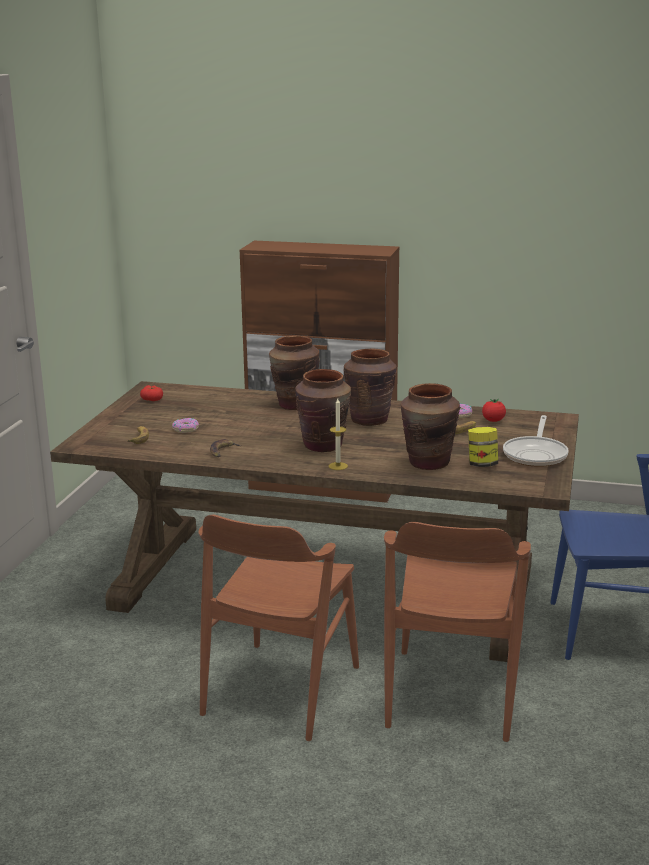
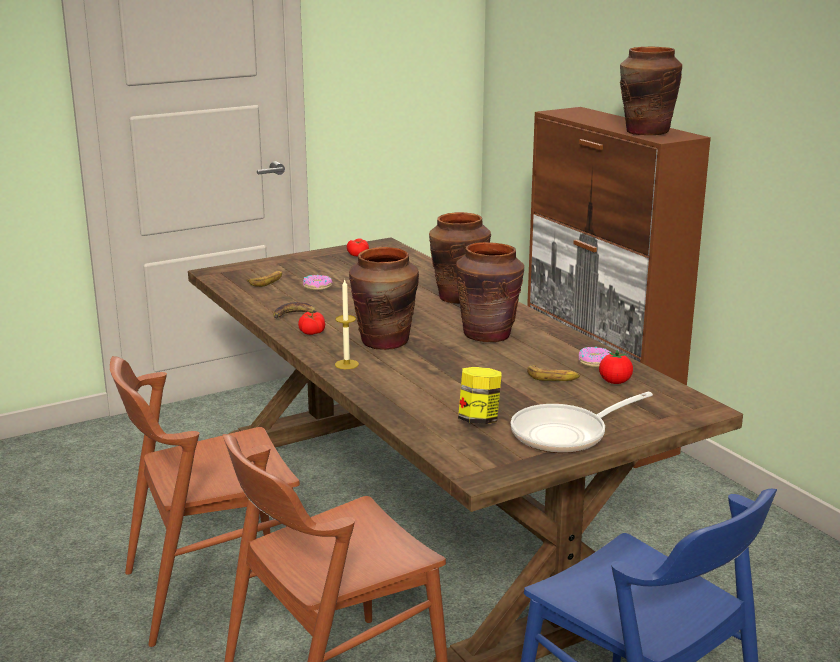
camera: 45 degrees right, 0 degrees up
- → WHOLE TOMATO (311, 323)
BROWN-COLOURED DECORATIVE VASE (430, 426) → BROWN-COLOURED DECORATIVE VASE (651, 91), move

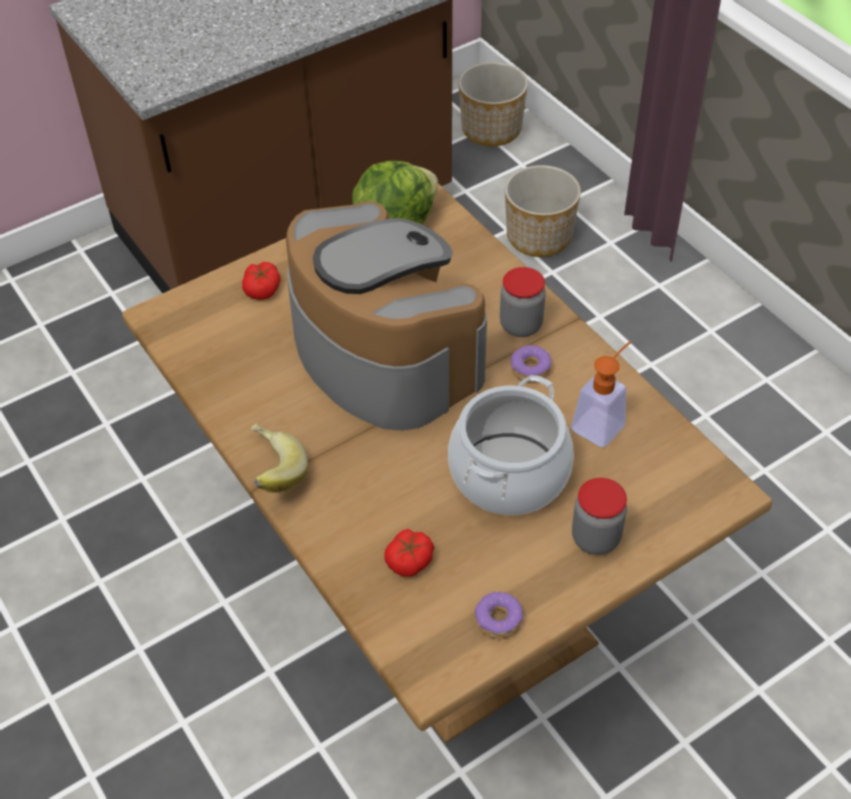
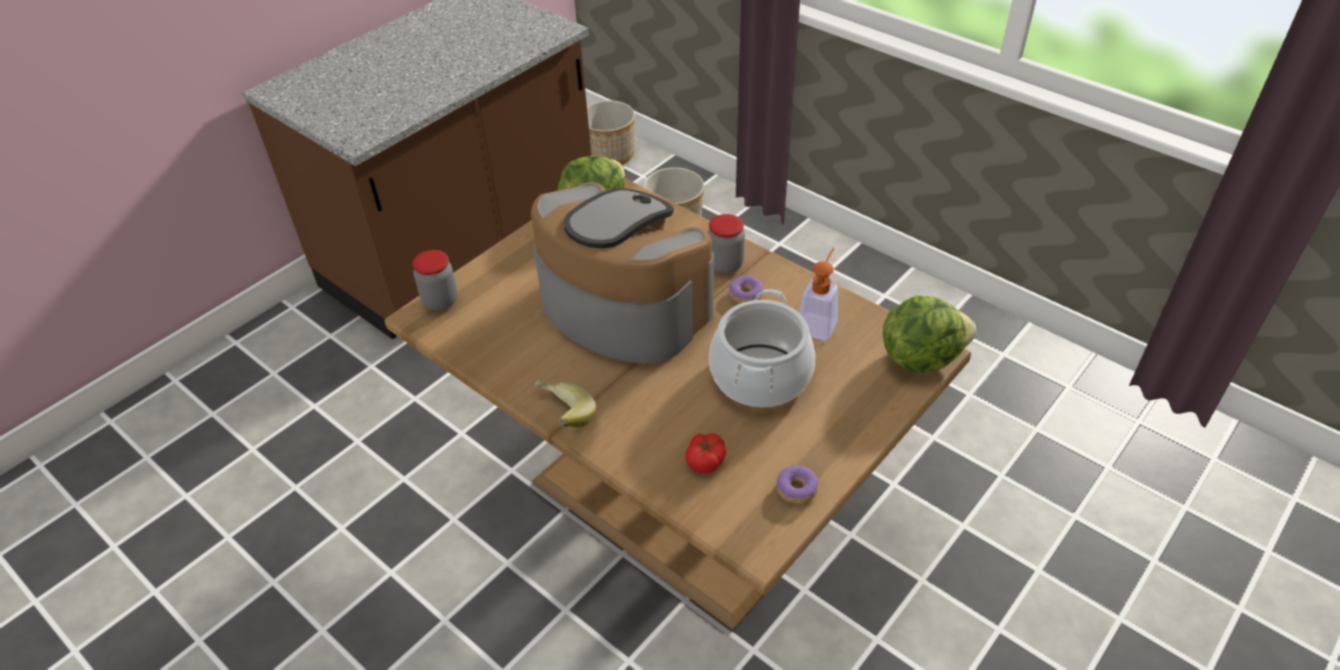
camera: 15 degrees left, 5 degrees down
PRESERVE JAR (599, 516) → PRESERVE JAR (435, 280), move
- → LETTUCE HEAD (929, 334)
WHOLE TOMATO (261, 281) → -

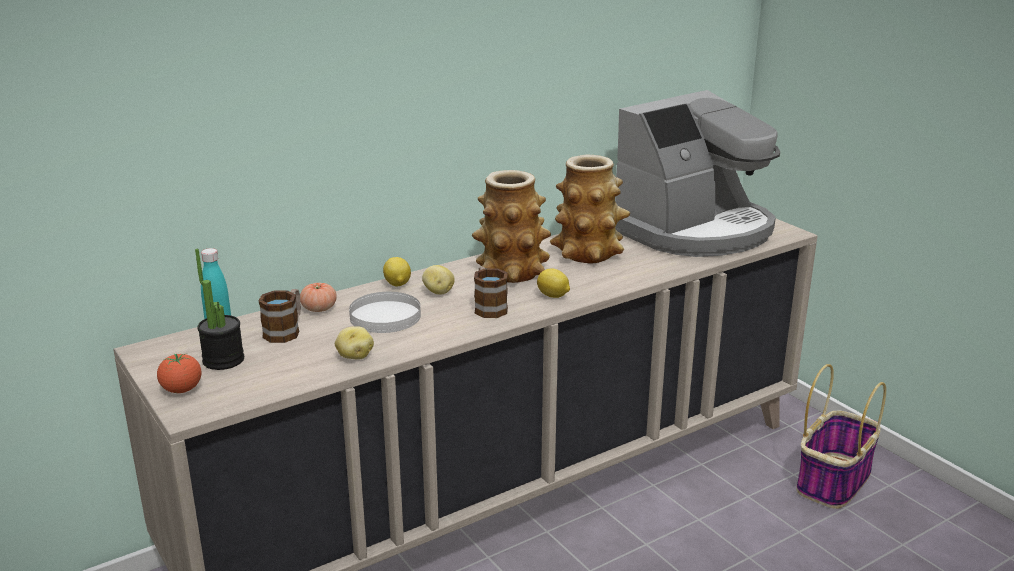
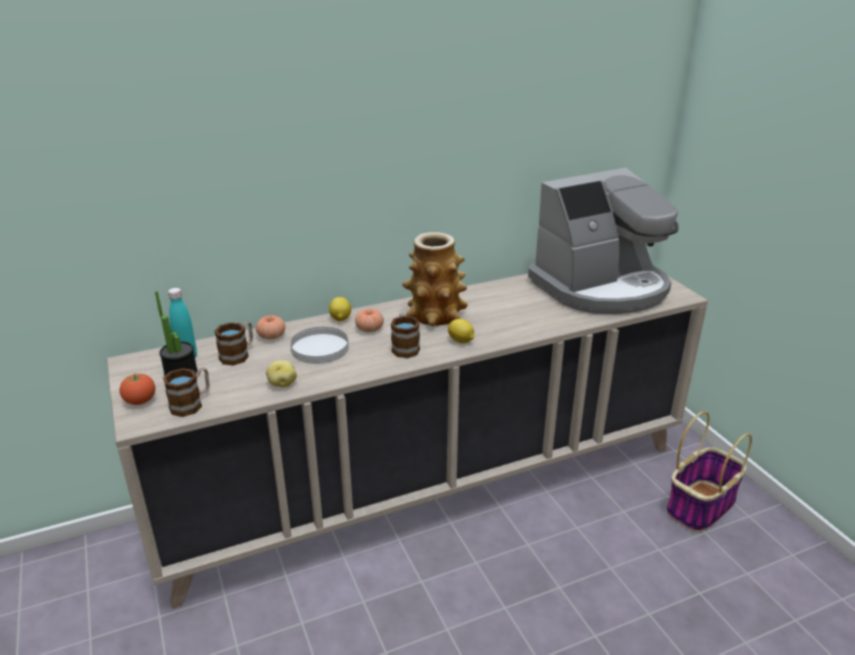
camera: 10 degrees right, 5 degrees up
- → TEA MUG (186, 392)
POTATO (438, 280) → WHOLE TOMATO (369, 320)
DECORATIVE VASE (590, 208) → -

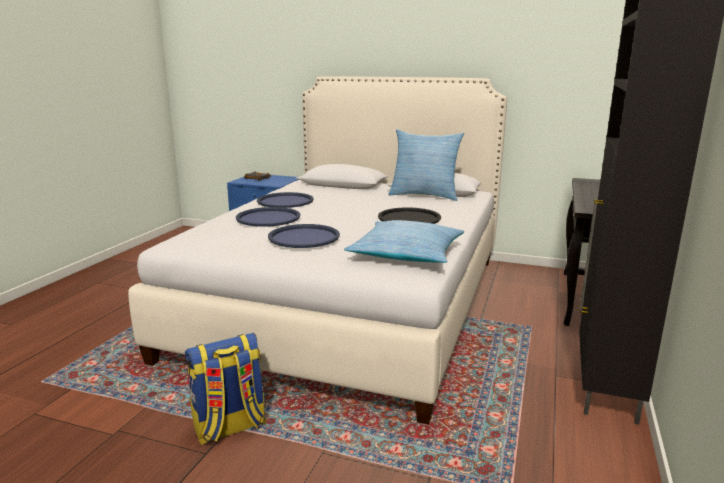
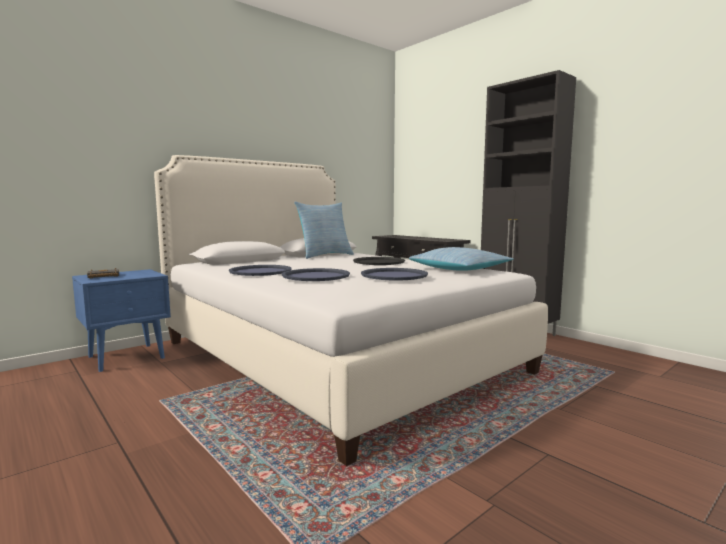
camera: 60 degrees left, 10 degrees down
BACKPACK (225, 389) → -

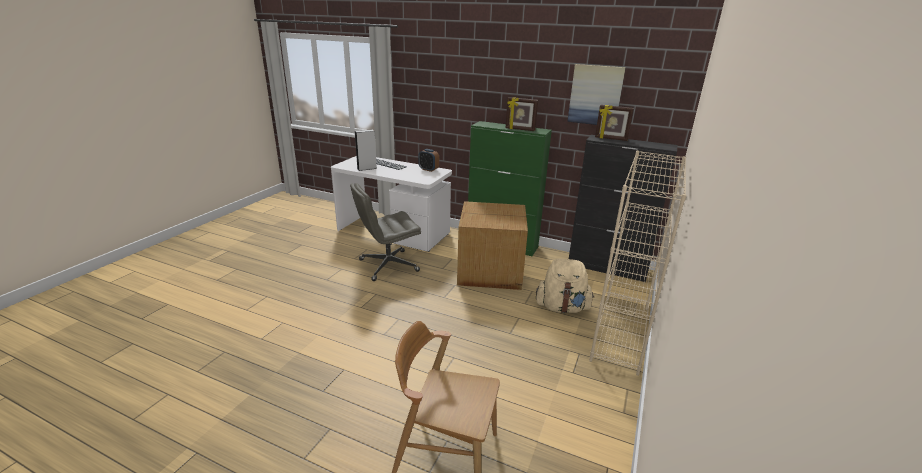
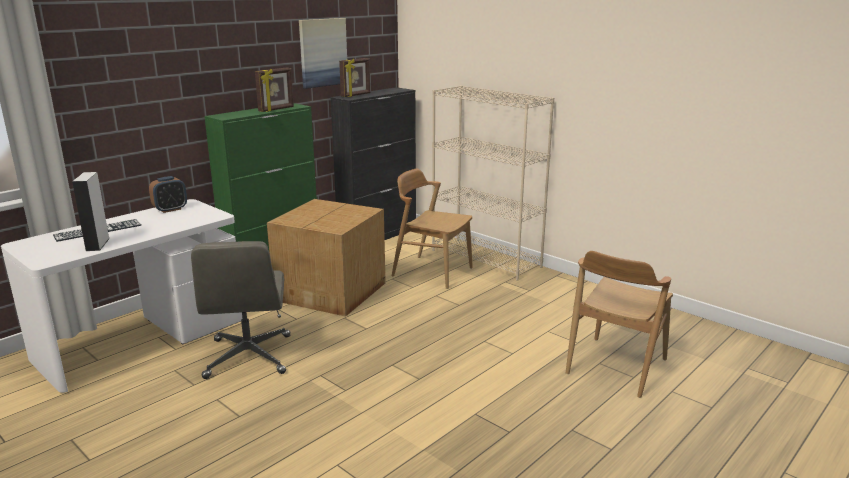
camera: 70 degrees left, 5 degrees down
BEIGE-COLOURED BACKPACK (565, 286) → BROWN-COLOURED UPRIGHT CHAIR (432, 228)

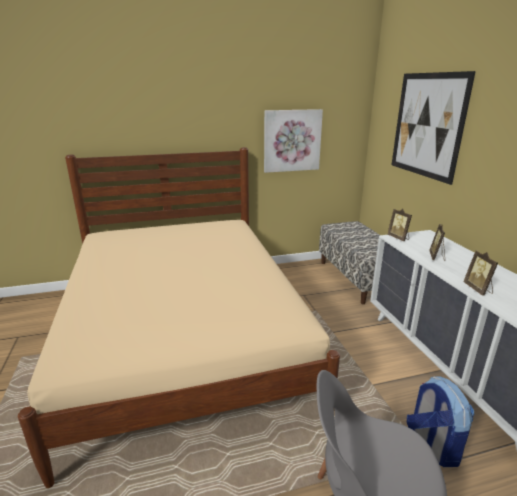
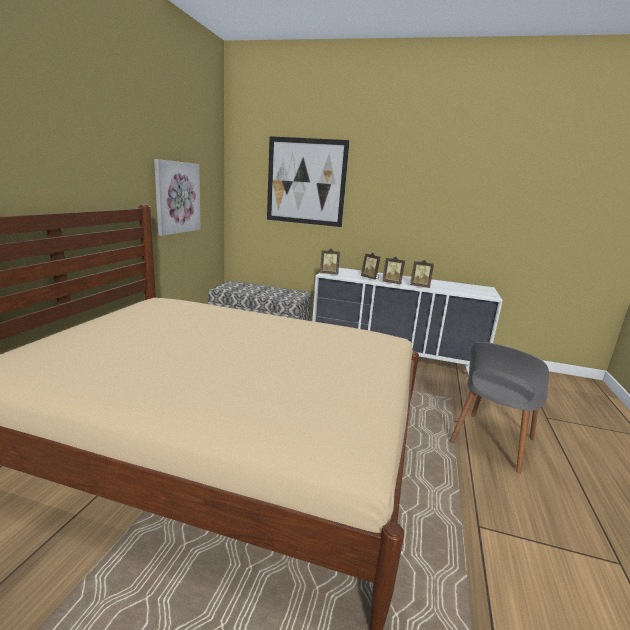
camera: 60 degrees left, 5 degrees down
- → PICTURE FRAME (393, 270)
BACKPACK (440, 421) → -

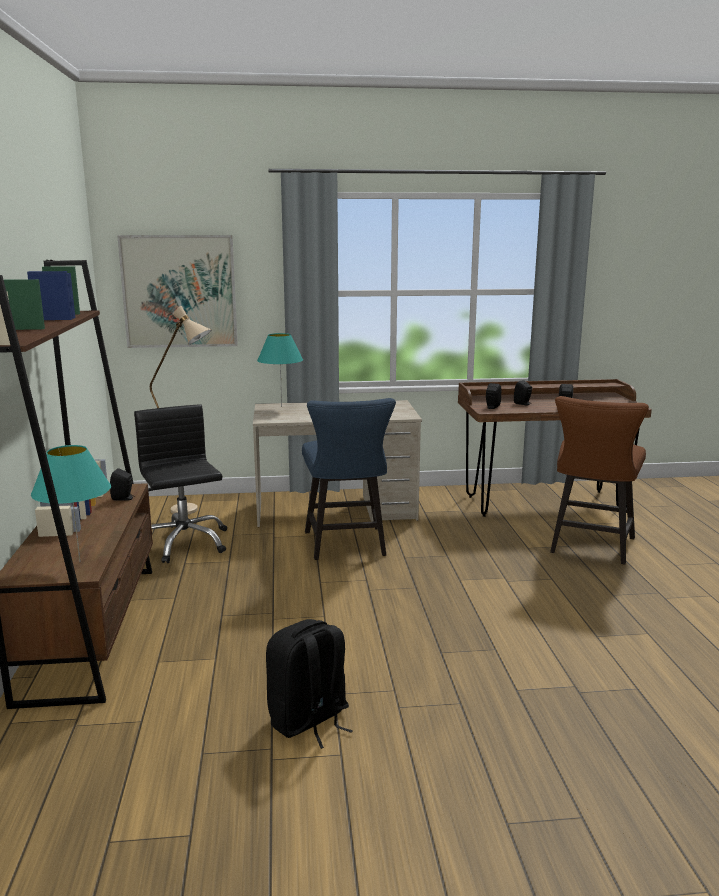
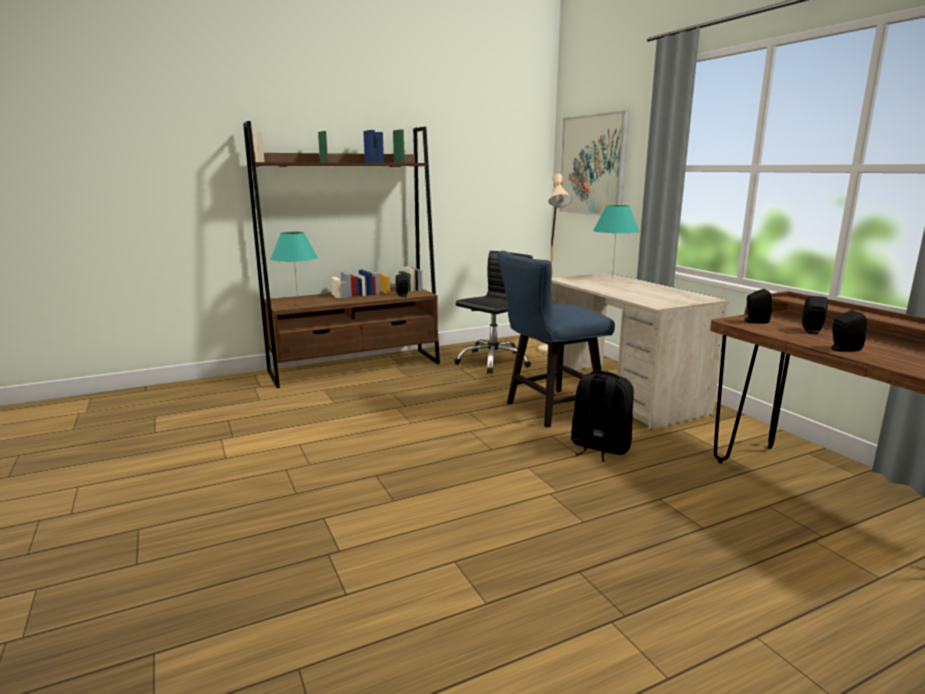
camera: 70 degrees right, 0 degrees up
BLACKISH BACKPACK (309, 684) → BLACKISH BACKPACK (602, 416), move
BROWN-COLOURED UPRIGHT CHAIR (599, 480) → -

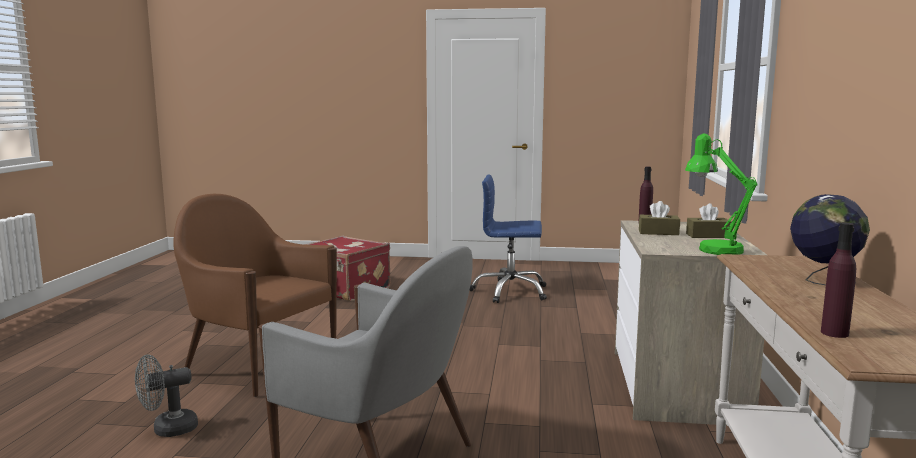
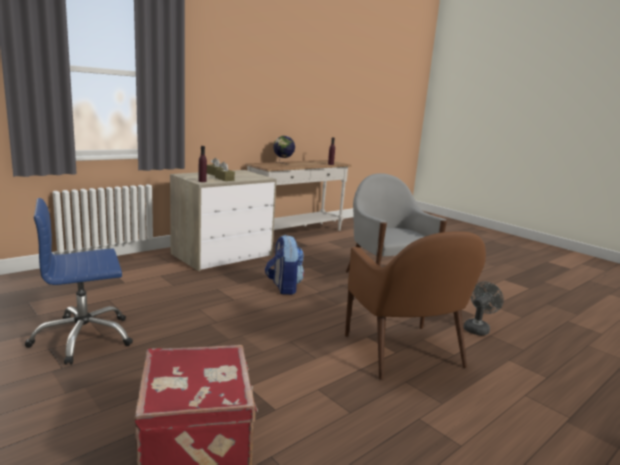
camera: 140 degrees left, 5 degrees up
BLUE OFFICE CHAIR (508, 238) → BLUE OFFICE CHAIR (79, 281), 105 degrees clockwise
- → BACKPACK (284, 265)
GRAY COOLING FAN (166, 396) → GRAY COOLING FAN (483, 309), 60 degrees counterclockwise
GREEN TABLETOP LAMP (721, 194) → -

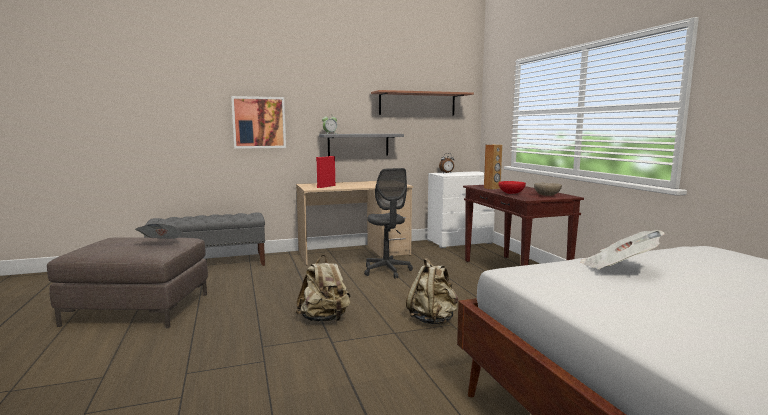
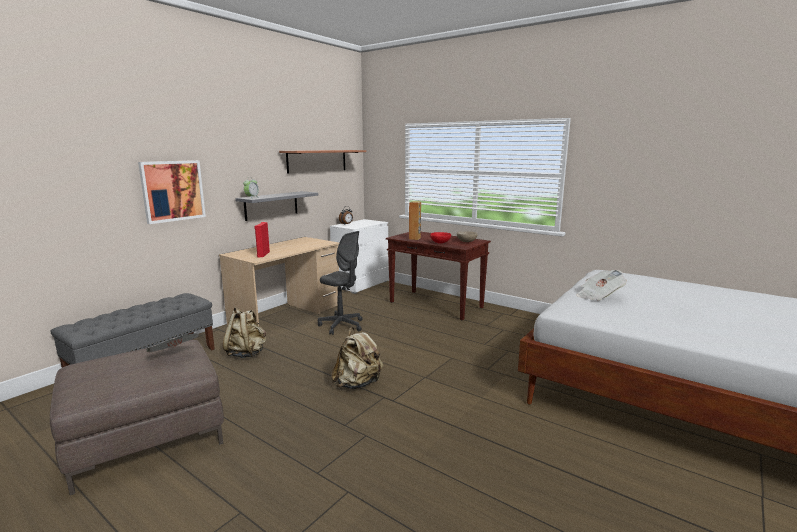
camera: 35 degrees left, 5 degrees up
BEIGE-COLOURED BACKPACK (432, 291) → BEIGE-COLOURED BACKPACK (244, 332), move

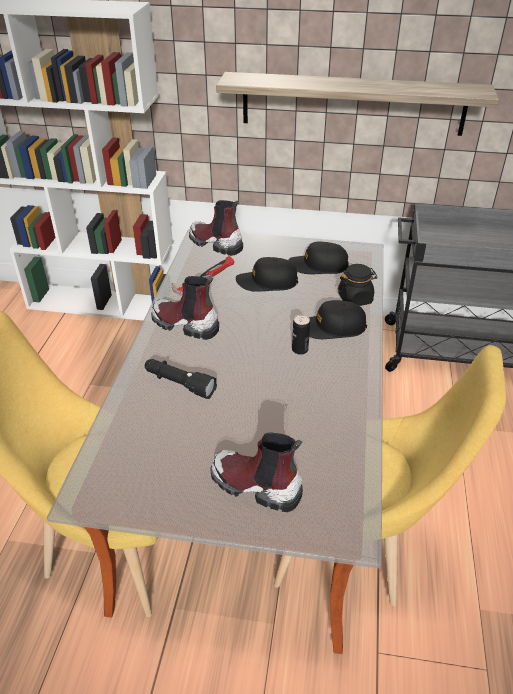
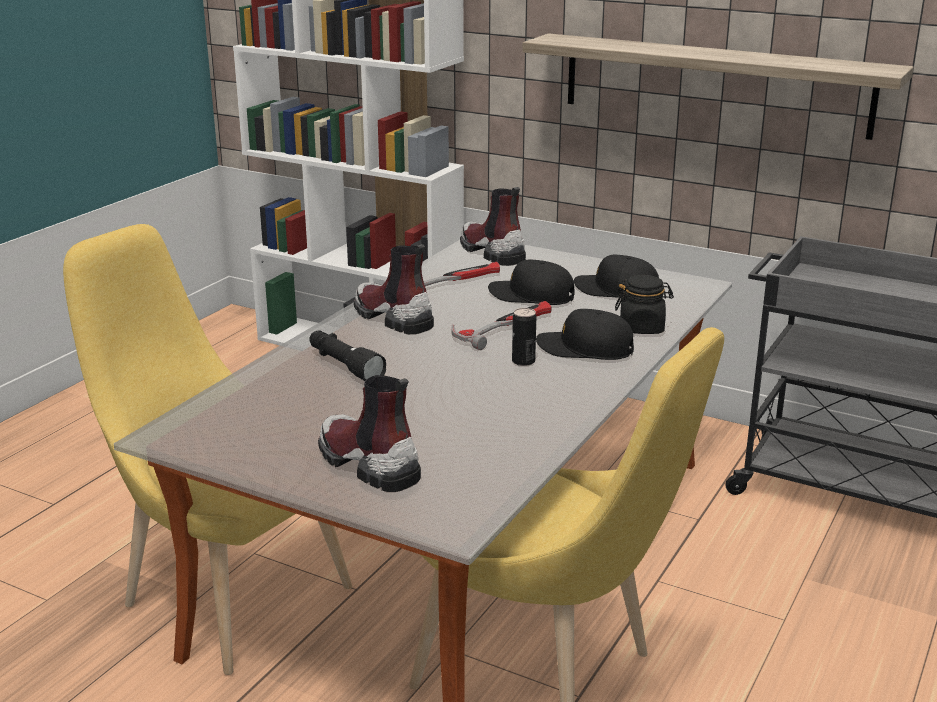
camera: 20 degrees right, 15 degrees down
- → TOOL HAMMER (501, 325)

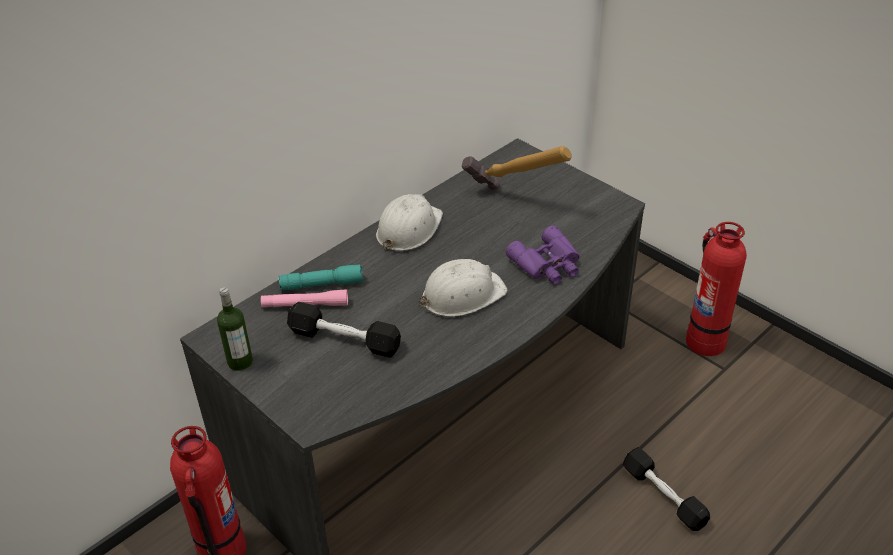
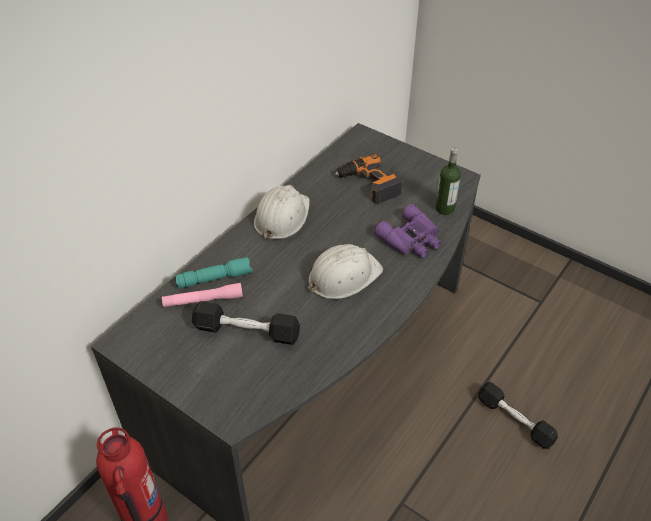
camera: 10 degrees left, 5 degrees up
TOOL HAMMER (517, 168) → DRILL (369, 179)
DRINK BOTTLE (235, 329) → DRINK BOTTLE (448, 181), move
FIRE EXTINGUISHER (716, 289) → -

